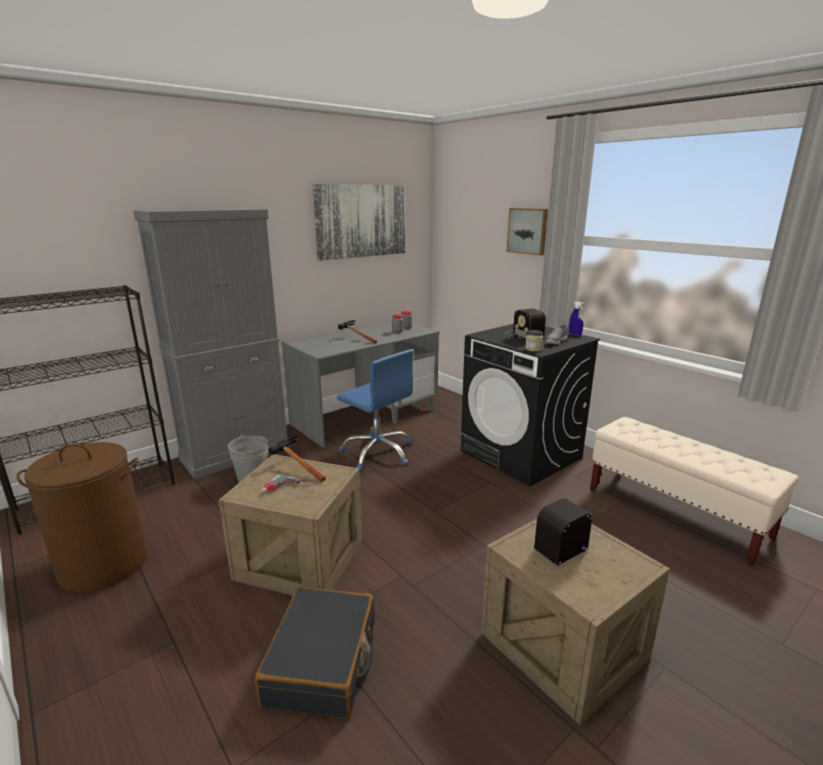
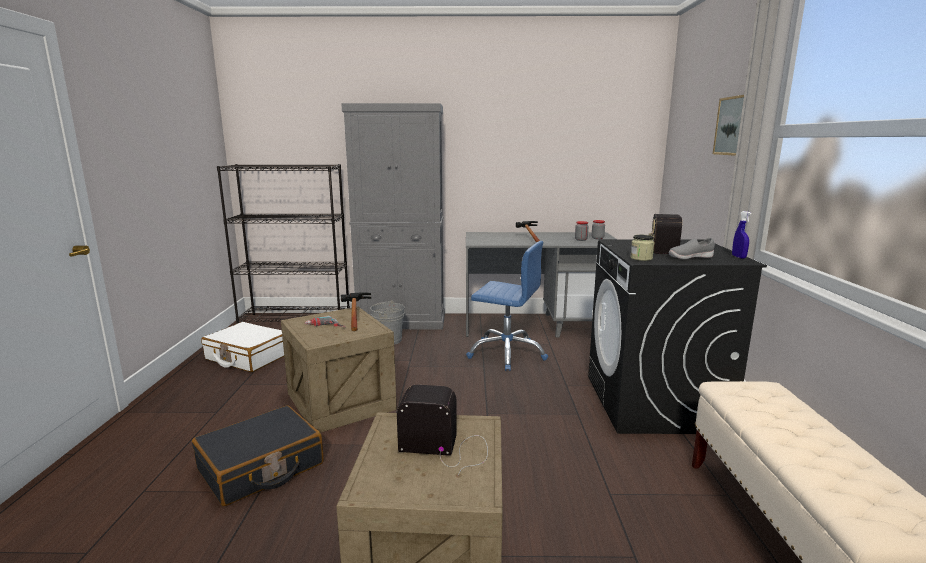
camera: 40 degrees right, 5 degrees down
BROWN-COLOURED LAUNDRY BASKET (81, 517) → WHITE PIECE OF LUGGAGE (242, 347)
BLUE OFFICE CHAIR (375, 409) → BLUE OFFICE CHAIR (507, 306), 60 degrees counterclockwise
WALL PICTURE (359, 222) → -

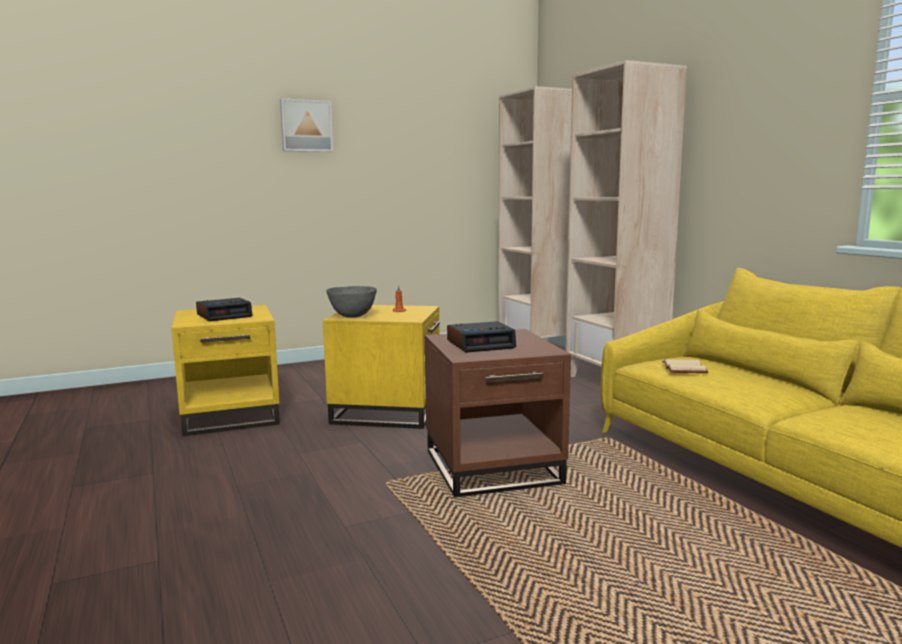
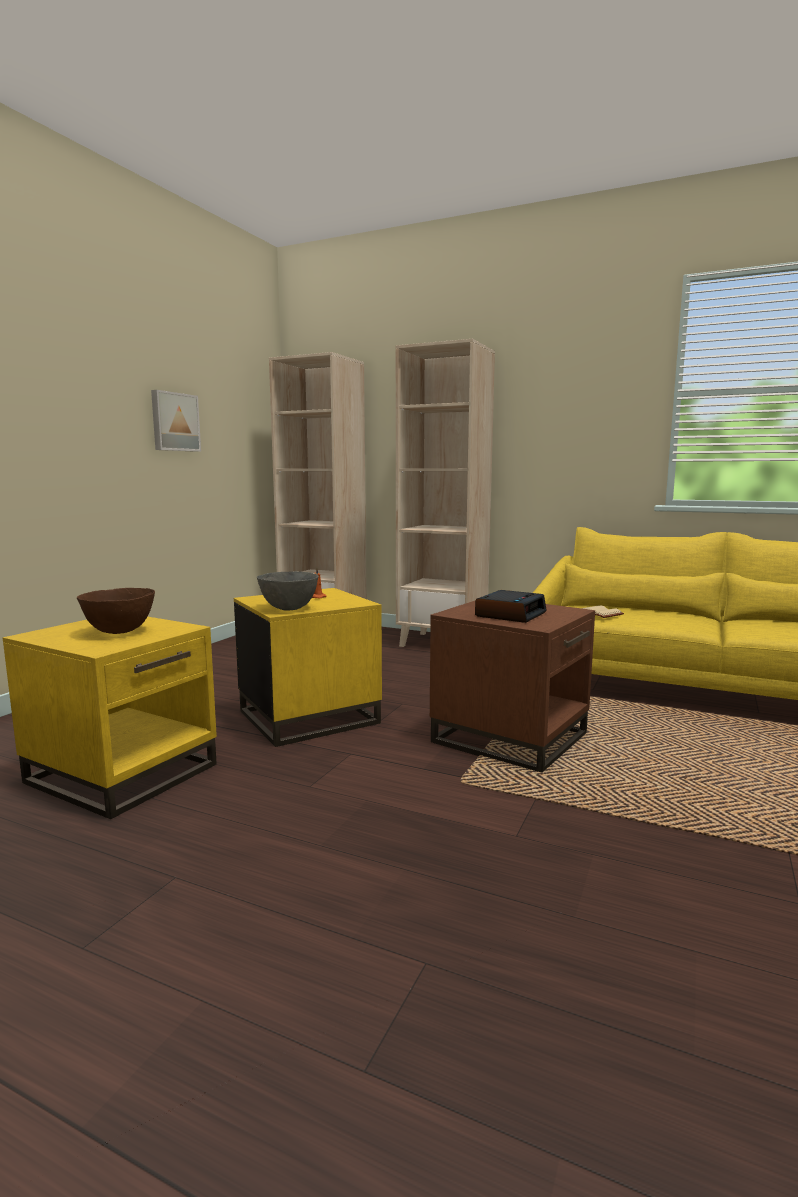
camera: 40 degrees left, 0 degrees up
ALARM CLOCK (224, 310) → BROWN-COLOURED DEEP DISH (116, 611)
WALL PICTURE (306, 125) → WALL PICTURE (176, 421), move

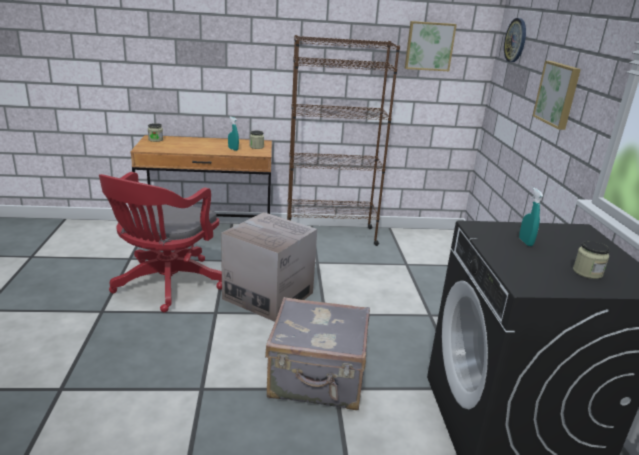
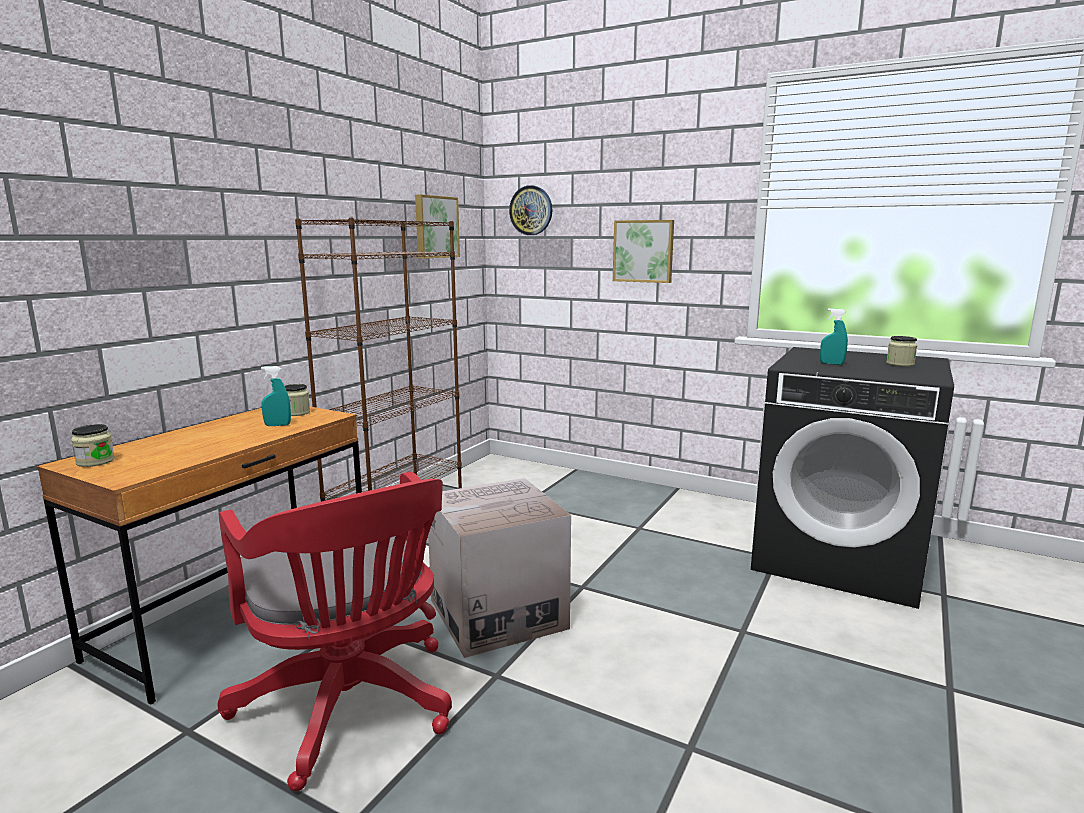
camera: 55 degrees left, 10 degrees down
GRAY PIECE OF LUGGAGE (317, 353) → -

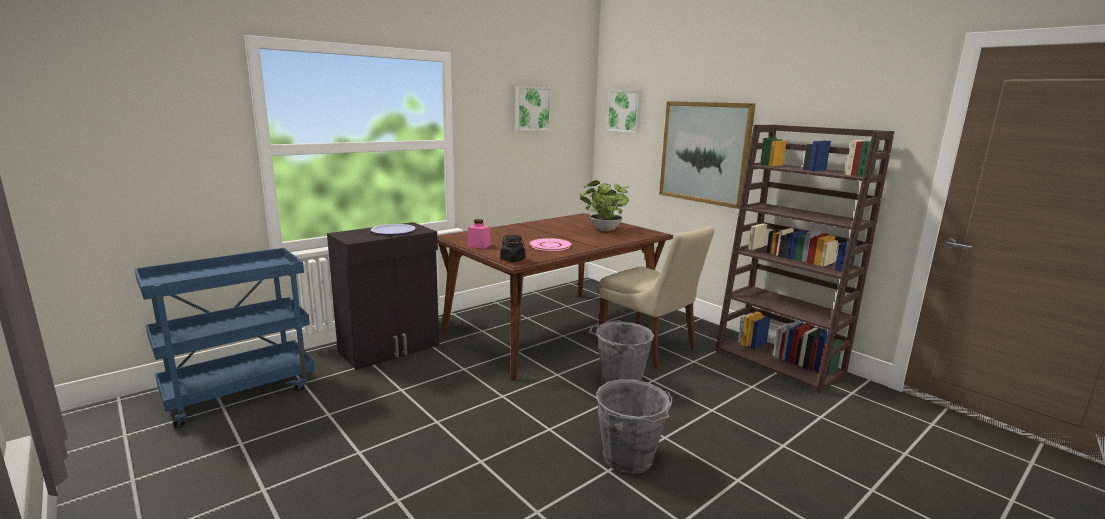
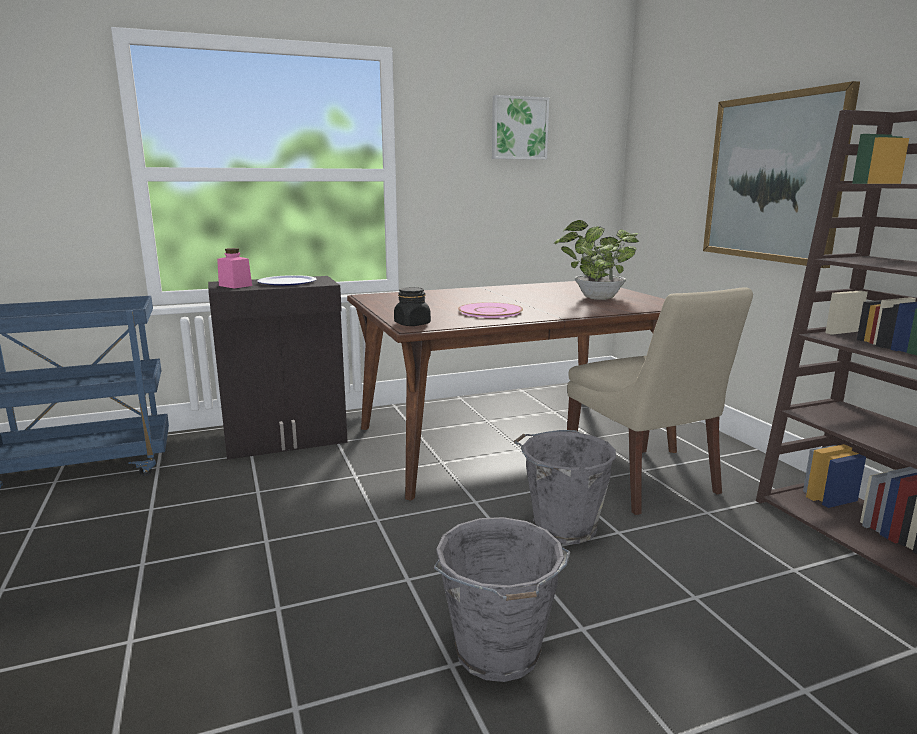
camera: 20 degrees right, 0 degrees up
PINK PRESERVE JAR (479, 234) → PINK PRESERVE JAR (234, 268), move
WALL PICTURE (624, 111) → -

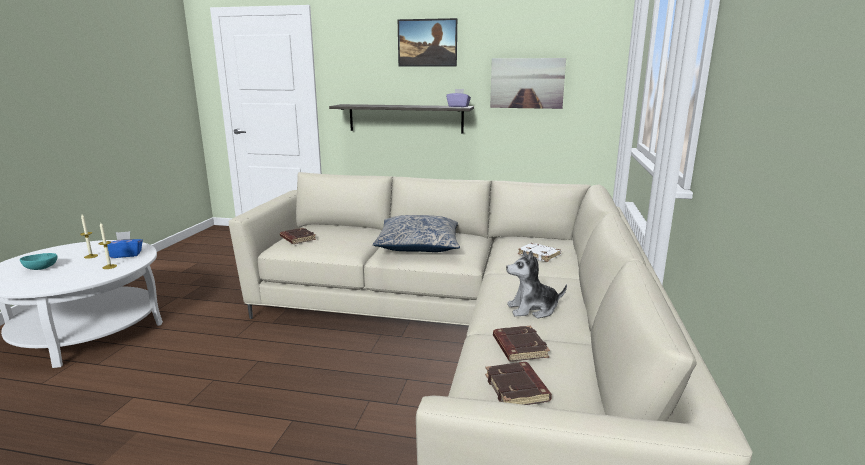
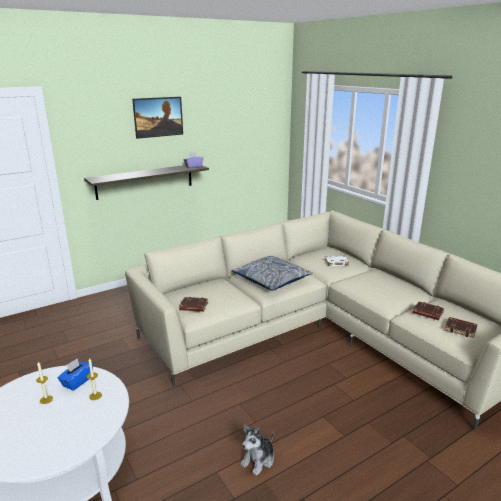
camera: 45 degrees left, 5 degrees up
SOFT TOY (536, 284) → SOFT TOY (257, 450), move
TURQUOISE DEEP DISH (38, 261) → -
WALL PICTURE (528, 83) → -

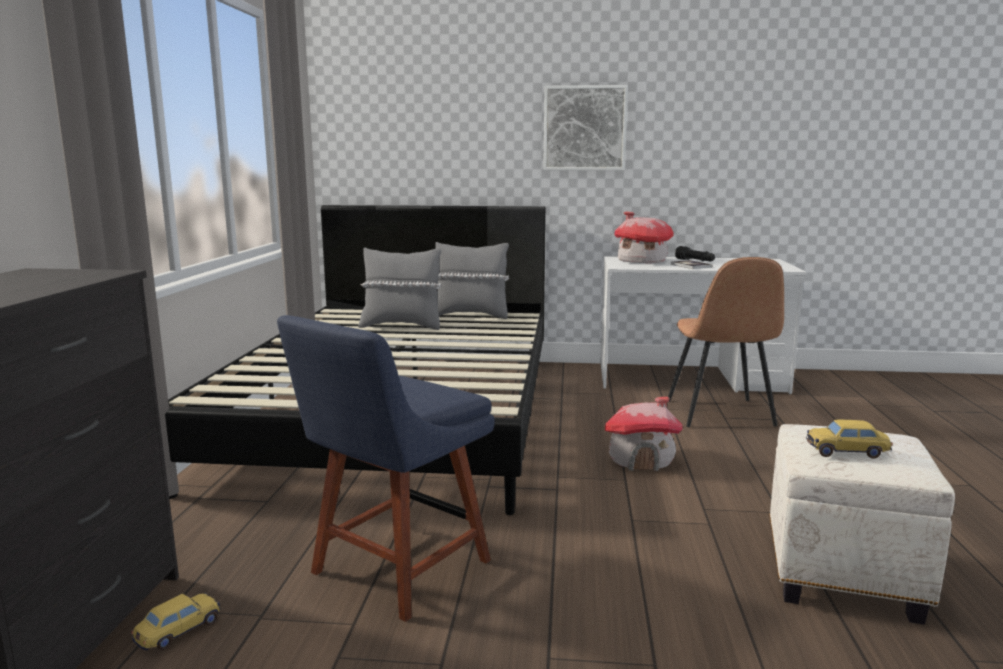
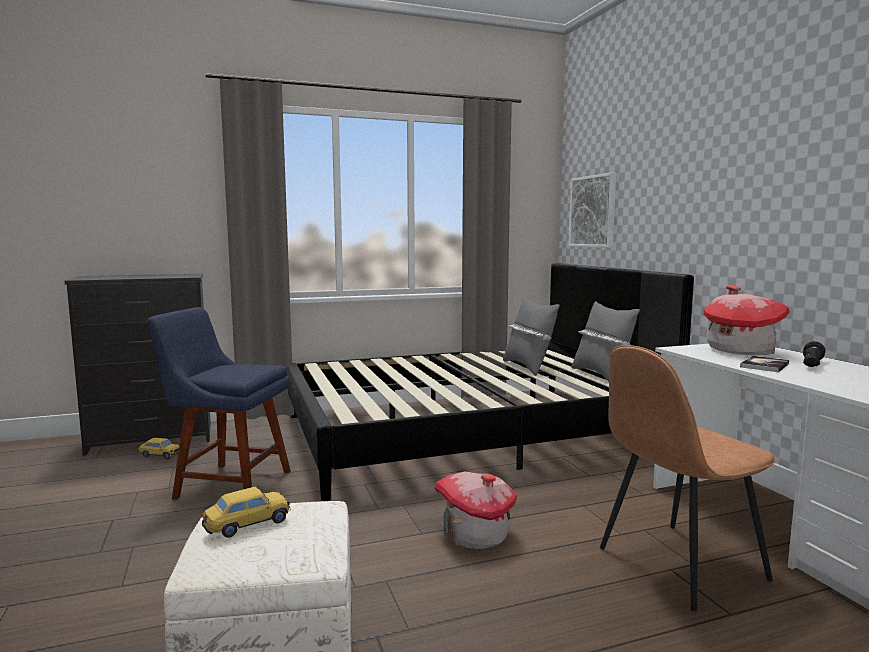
camera: 65 degrees right, 5 degrees down
MODEL CAR (849, 439) → MODEL CAR (246, 512), 75 degrees clockwise
WALL PICTURE (585, 128) → WALL PICTURE (592, 210), move

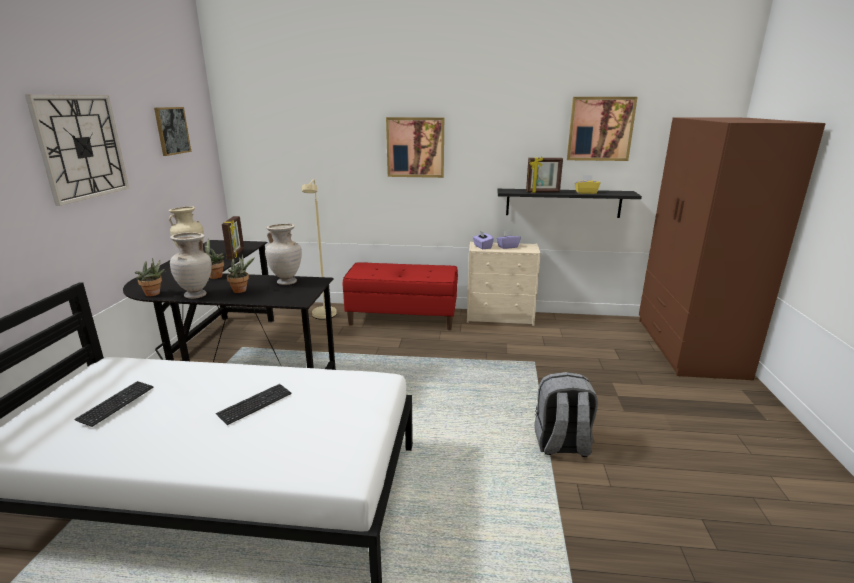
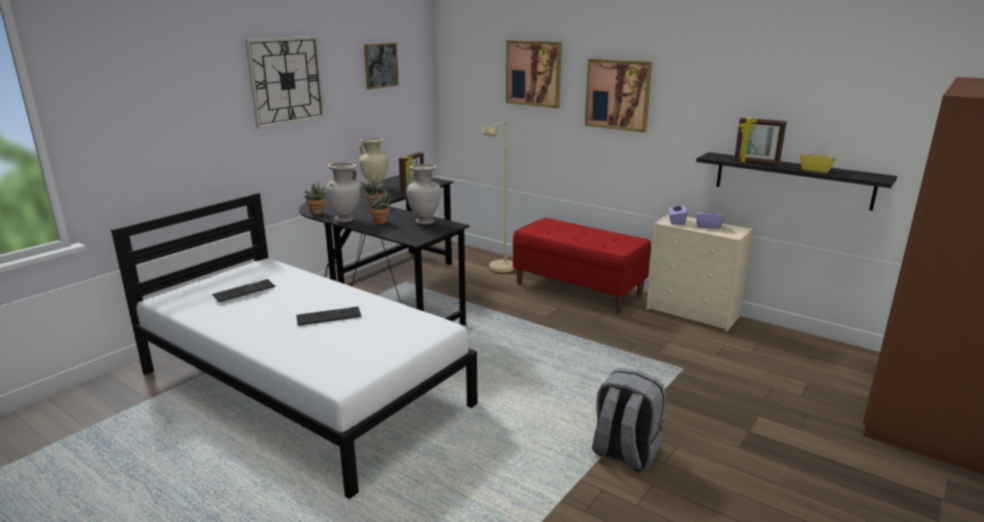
camera: 30 degrees right, 0 degrees up
WALL PICTURE (602, 129) → WALL PICTURE (534, 74), move

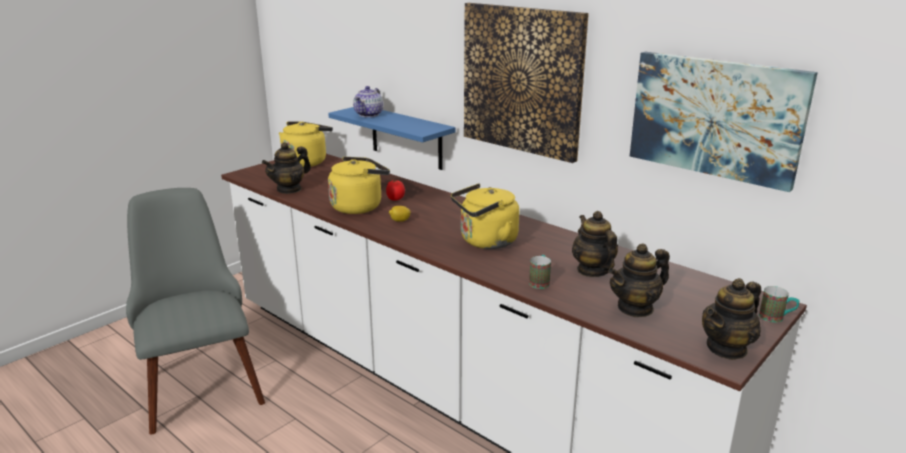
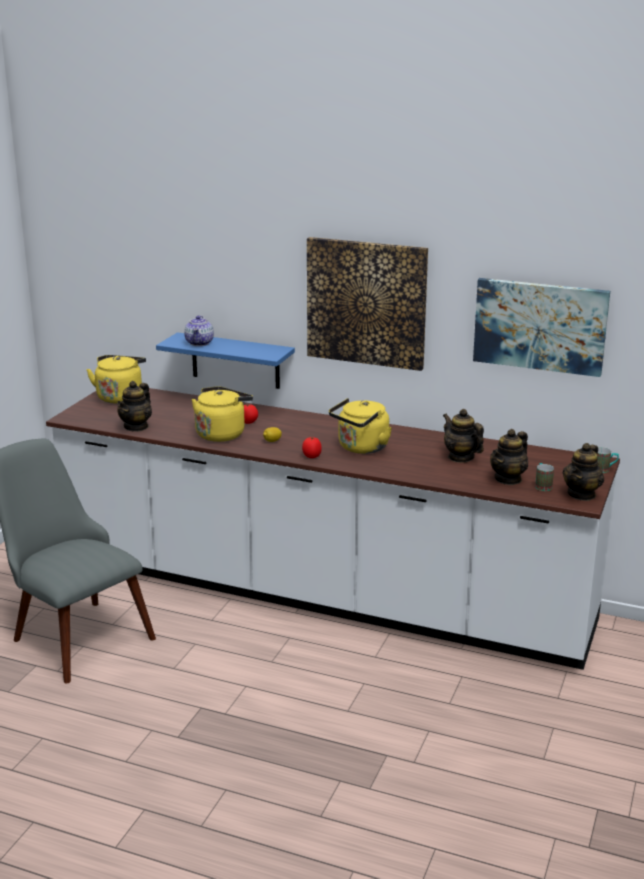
camera: 20 degrees left, 0 degrees up
- → WHOLE TOMATO (312, 447)
TEA MUG (540, 272) → TEA MUG (544, 477), move

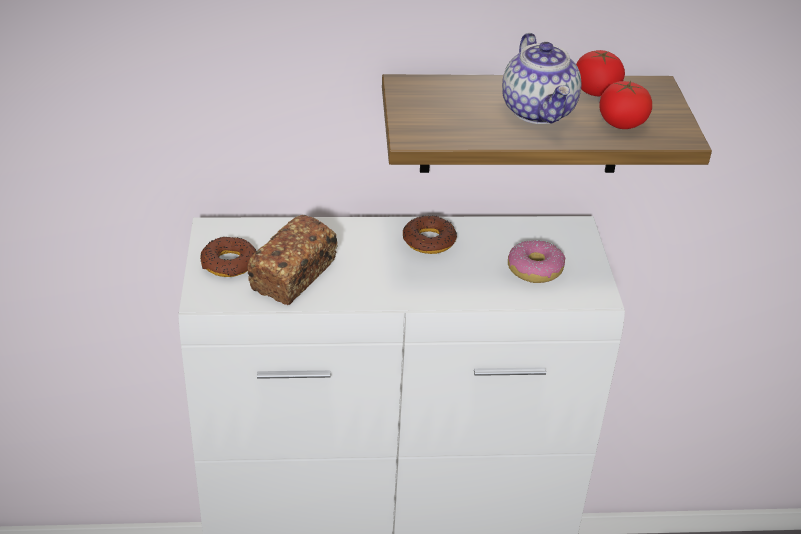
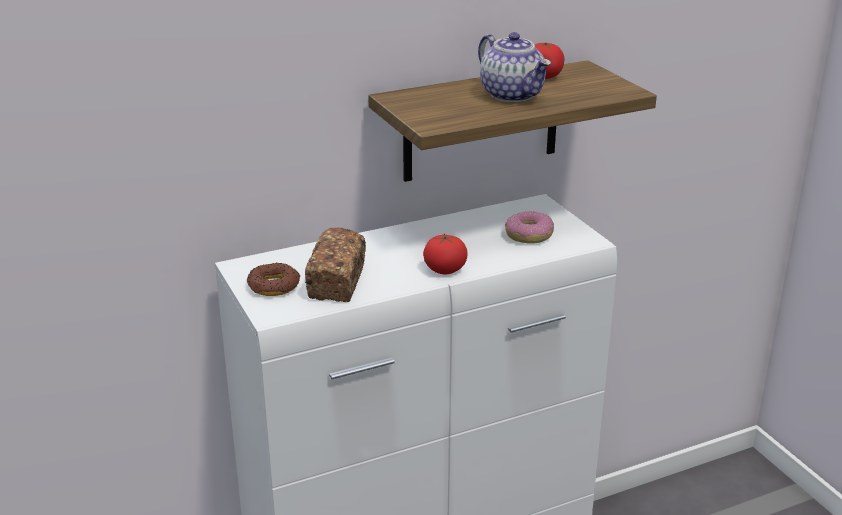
camera: 20 degrees left, 10 degrees down
WHOLE TOMATO (625, 105) → WHOLE TOMATO (445, 254), move
DONUT (430, 235) → -

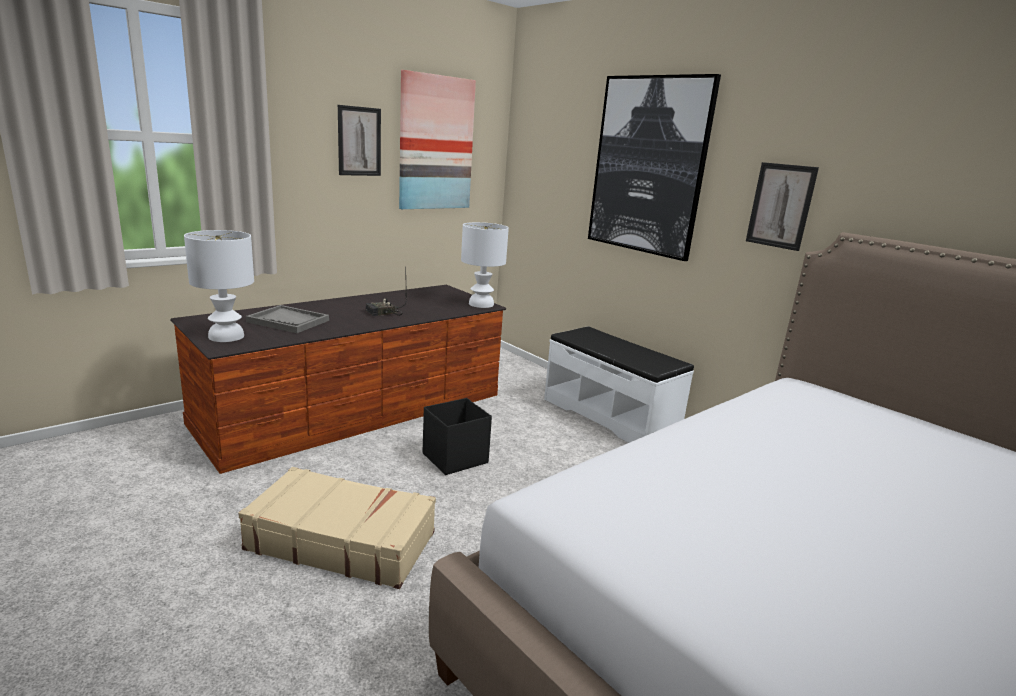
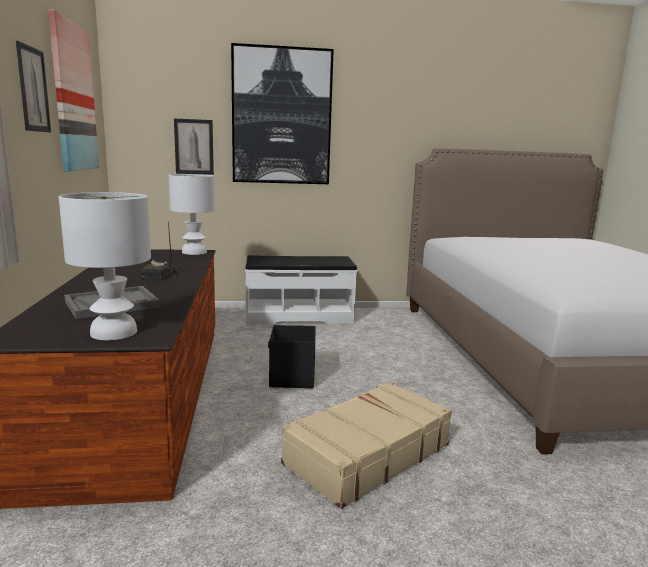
camera: 55 degrees left, 5 degrees down
WALL PICTURE (782, 206) → WALL PICTURE (194, 147), move

